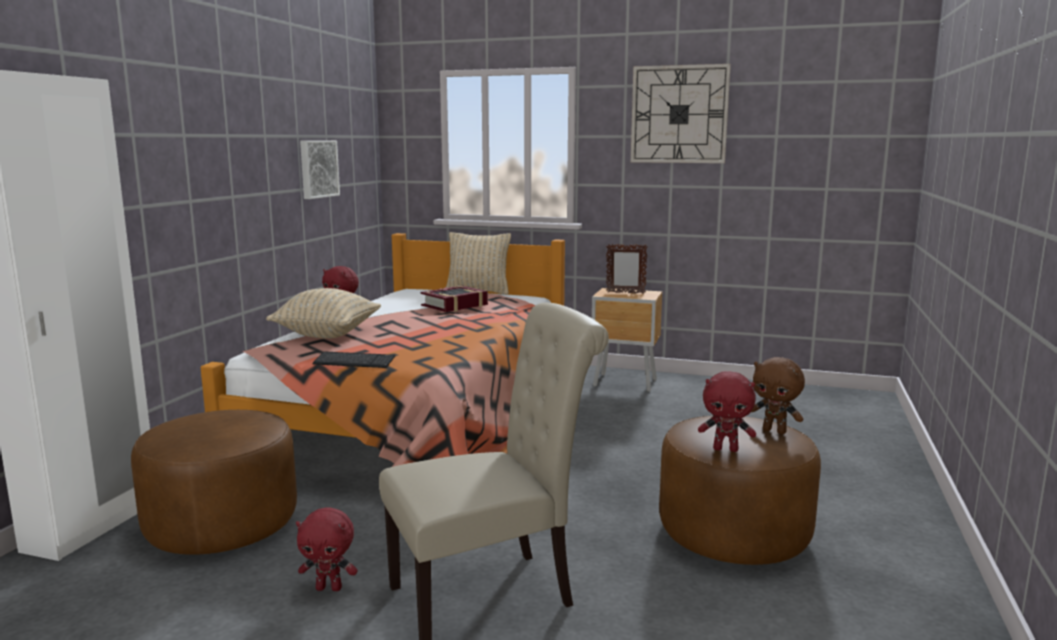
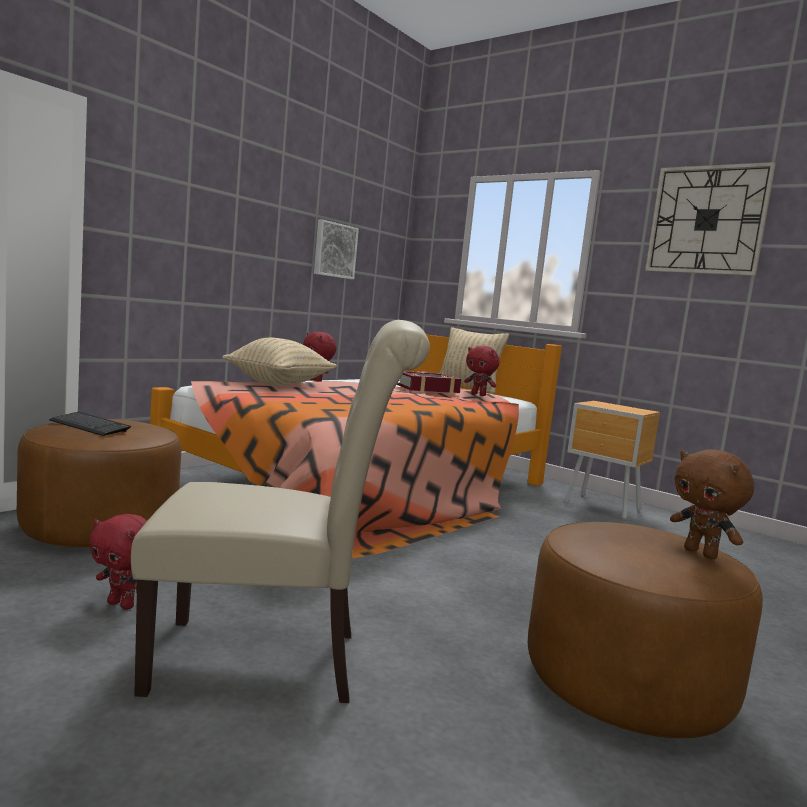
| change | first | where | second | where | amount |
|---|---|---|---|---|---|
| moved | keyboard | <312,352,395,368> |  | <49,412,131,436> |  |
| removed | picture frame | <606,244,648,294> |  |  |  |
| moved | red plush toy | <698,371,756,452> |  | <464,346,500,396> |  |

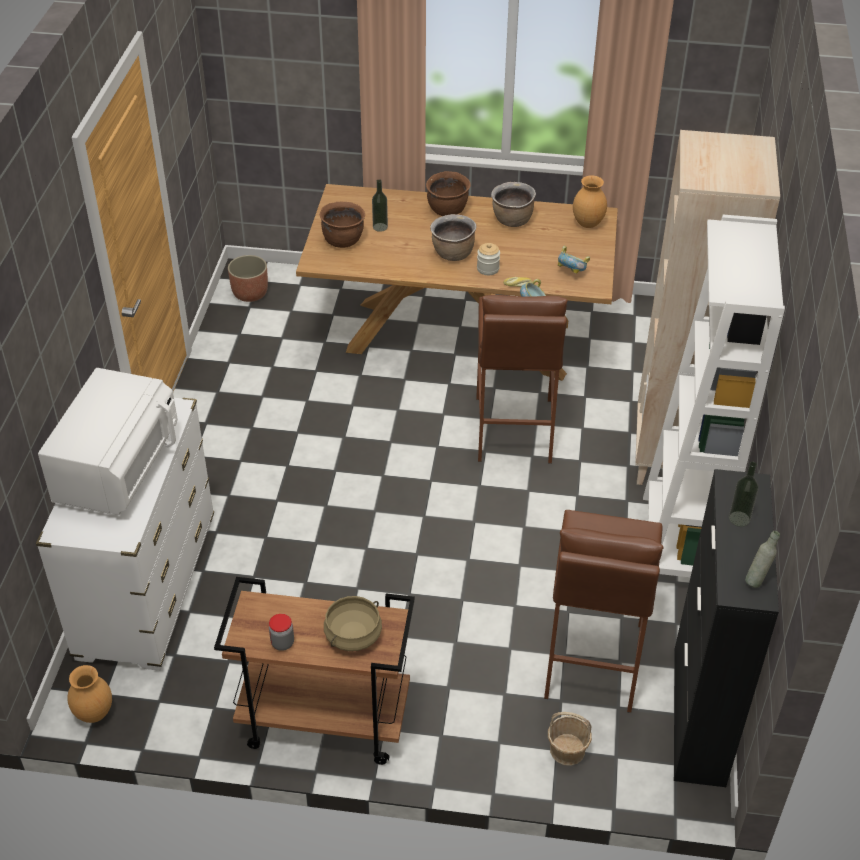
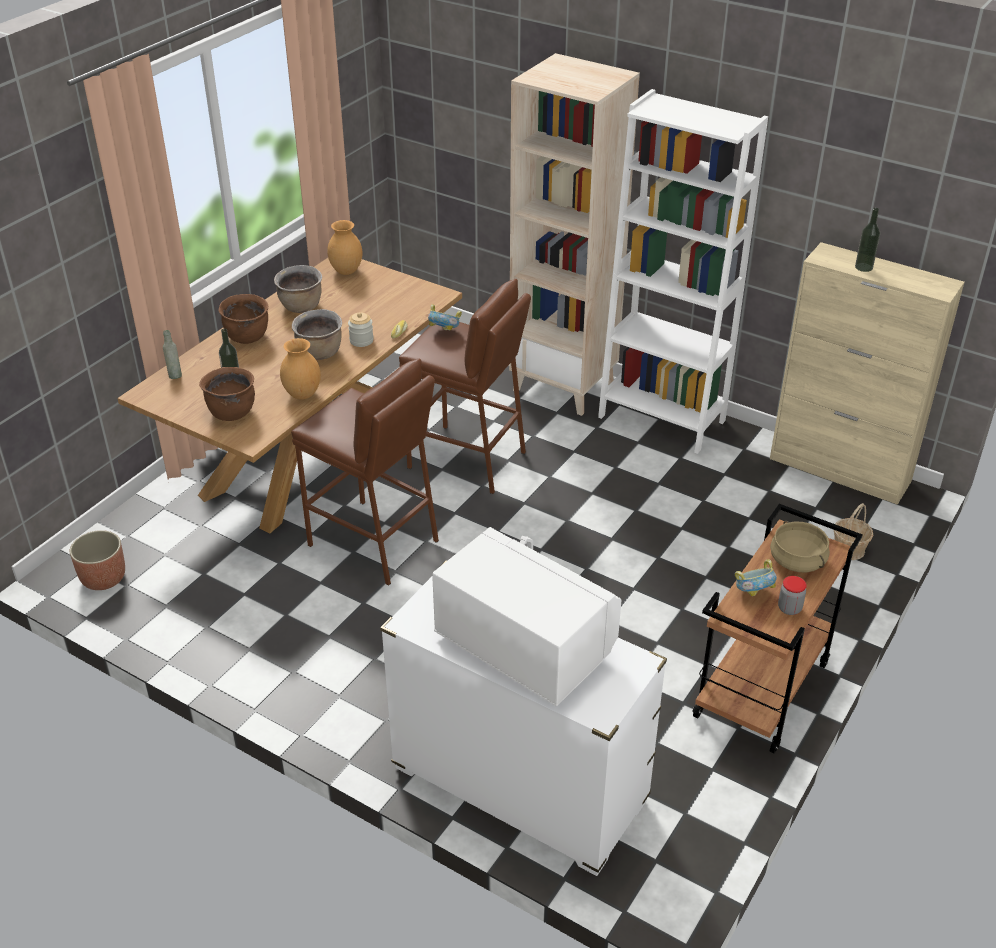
| change | first | where | second | where | amount |
|---|---|---|---|---|---|
| moved | brown vase | <68,665,112,723> |  | <280,338,321,400> |  |
| moved | brown stool | <544,510,663,713> |  | <291,358,439,586> |  |
| moved | bowl | <558,246,590,274> |  | <735,559,777,596> |  |
| recoloured | black cabinet | <674,469,779,787> | beige cabinet | <770,242,964,505> |  |
| moved | grey bottle | <745,531,780,588> |  | <163,330,182,379> |  |

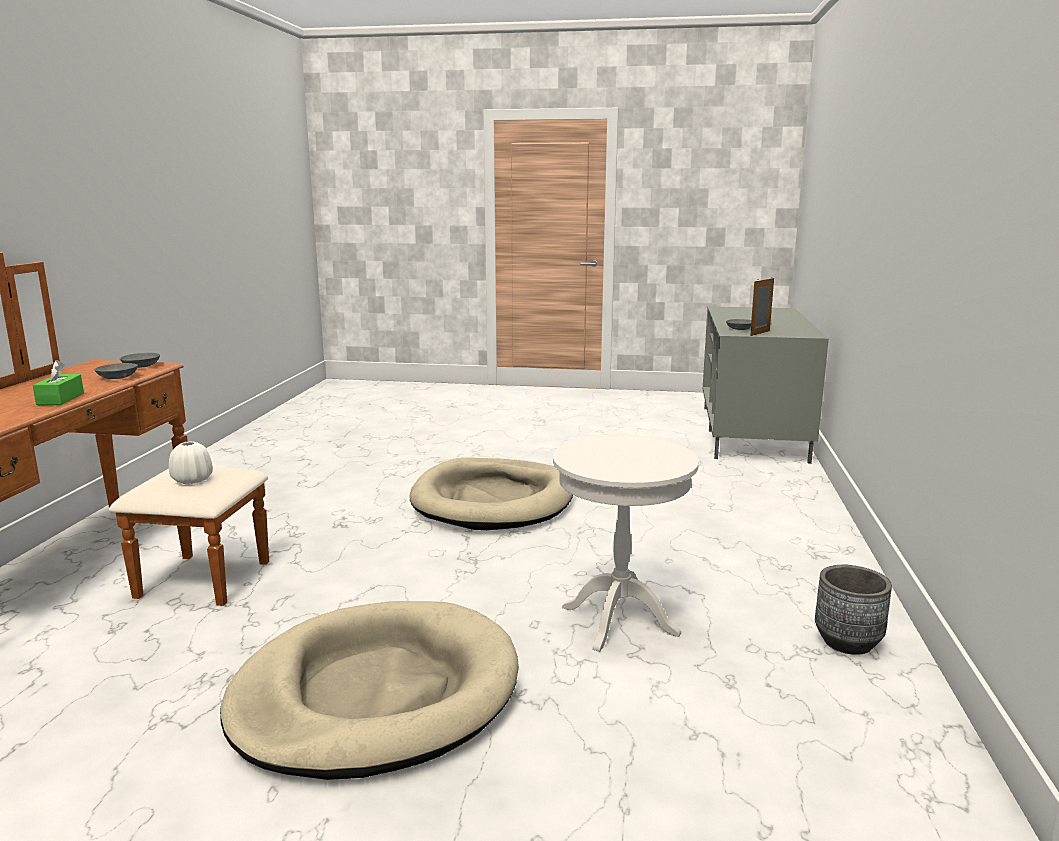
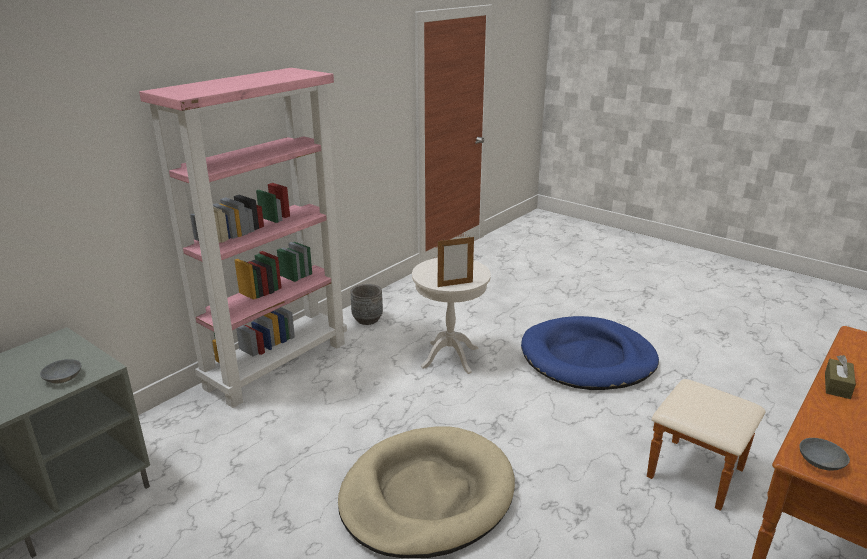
| change | first | where | second | where | amount |
|---|---|---|---|---|---|
| recoloured | green tissue box | <33,360,84,405> | brown tissue box | <825,355,856,399> |  |
| removed | grey bowl | <94,363,138,379> |  |  |  |
| removed | white vase | <169,441,213,484> |  |  |  |
| recoloured | beige dog bed | <220,601,519,780> | blue dog bed | <521,316,659,390> |  |
| moved | picture frame | <750,278,774,336> |  | <438,236,474,287> |  |
| added |  |  | pink bookcase | <139,68,347,408> |  |

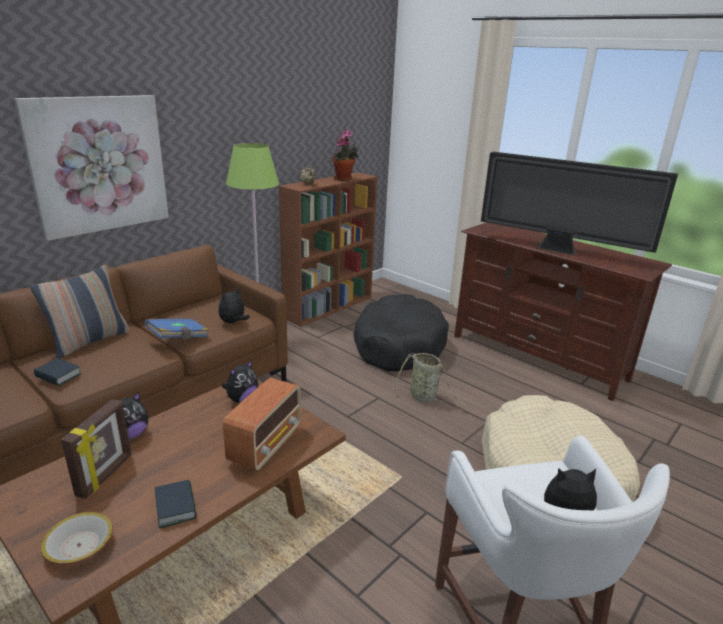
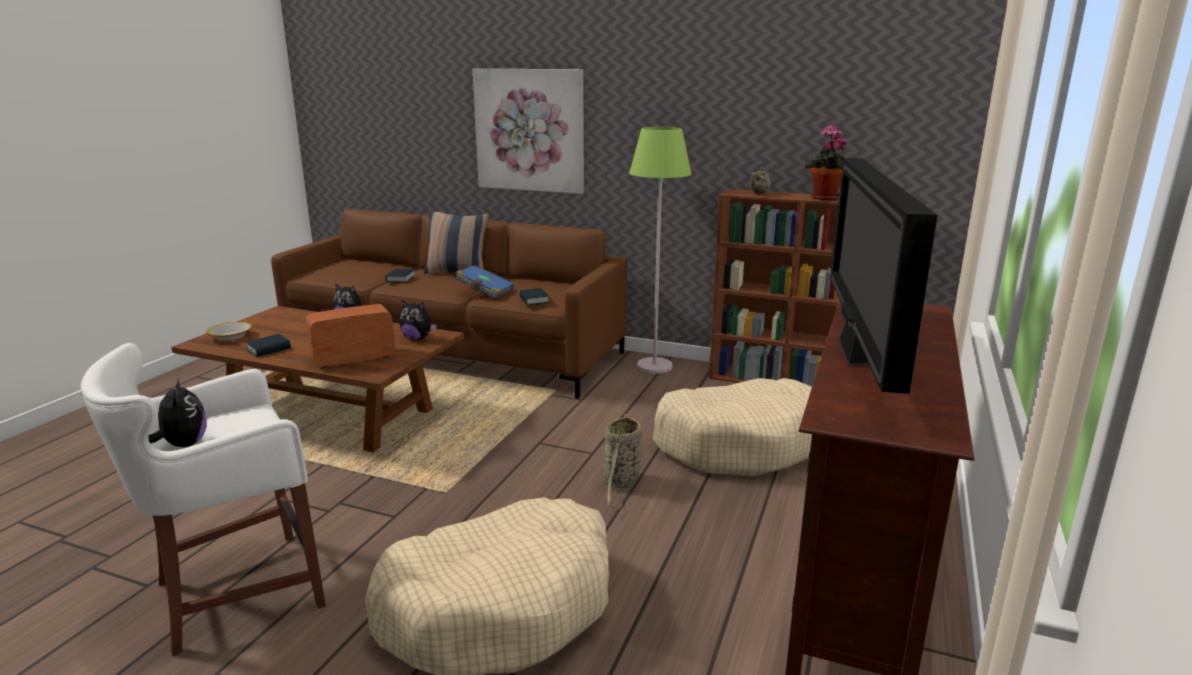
| change | first | where | second | where | amount |
|---|---|---|---|---|---|
| removed | picture frame | <61,399,132,499> |  |  |  |
| replaced | plush toy | <218,287,250,323> | book | <519,288,549,306> |  |
| turned | radio | <223,378,301,470> |  | <306,304,395,368> | 150 degrees clockwise |
| recoloured | black dog bed | <353,294,449,371> | beige dog bed | <653,378,812,477> |  |

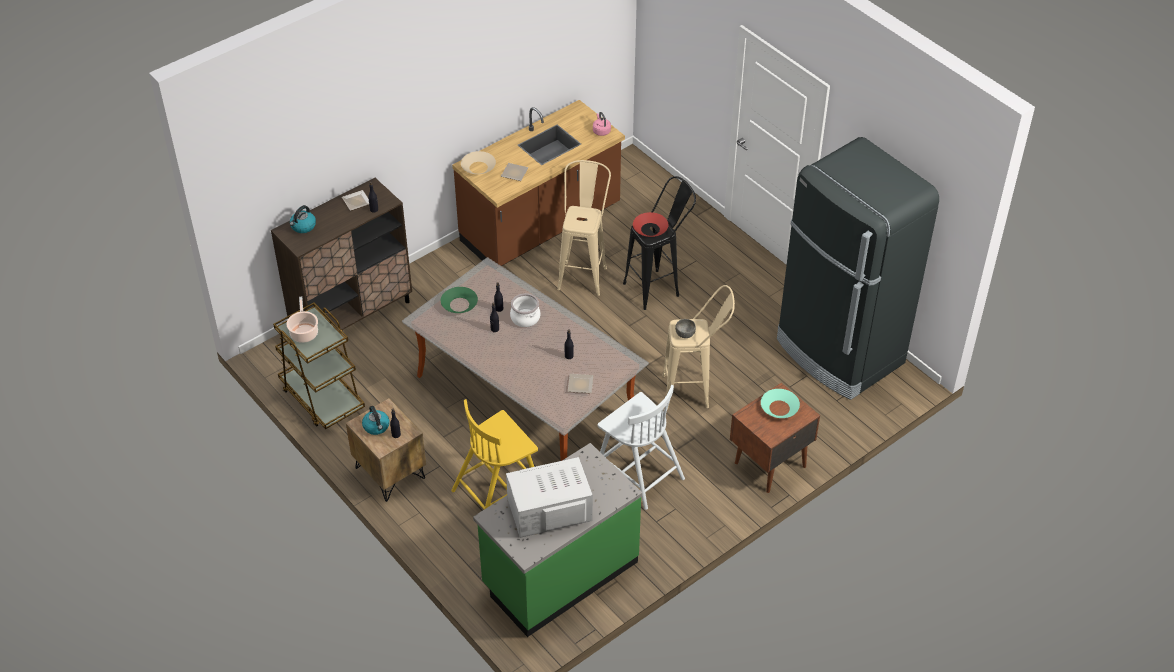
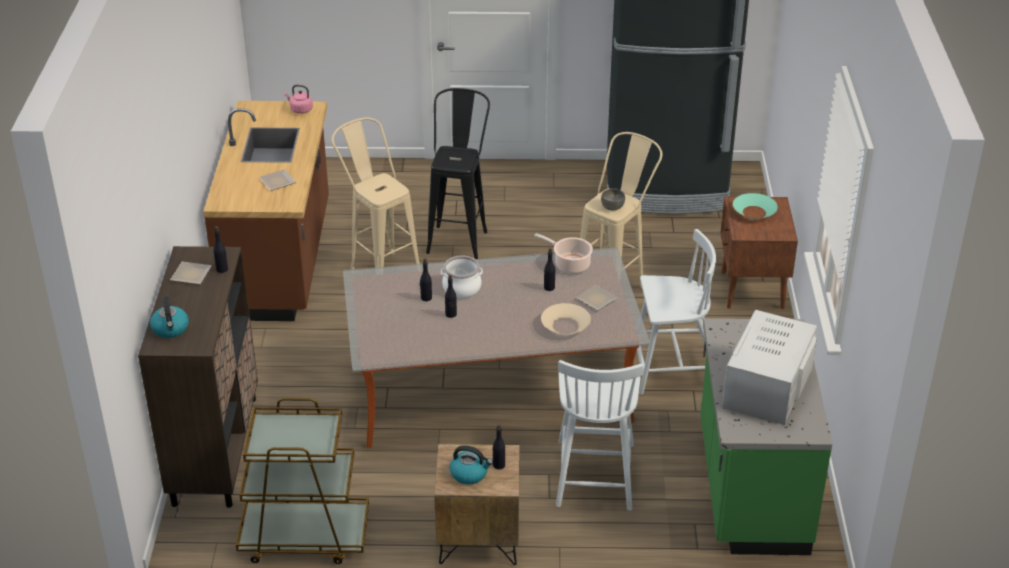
| change | first | where | second | where | amount |
|---|---|---|---|---|---|
| moved | cooking pot | <286,297,318,343> |  | <534,233,593,274> |  |
| removed | green bowl | <441,287,478,313> |  |  |  |
| recoloured | yellow chair | <451,399,538,509> | white chair | <556,360,643,511> |  |
| moved | beige bowl | <461,151,496,174> |  | <541,303,591,334> |  |
| removed | red bowl | <633,212,668,237> |  |  |  |

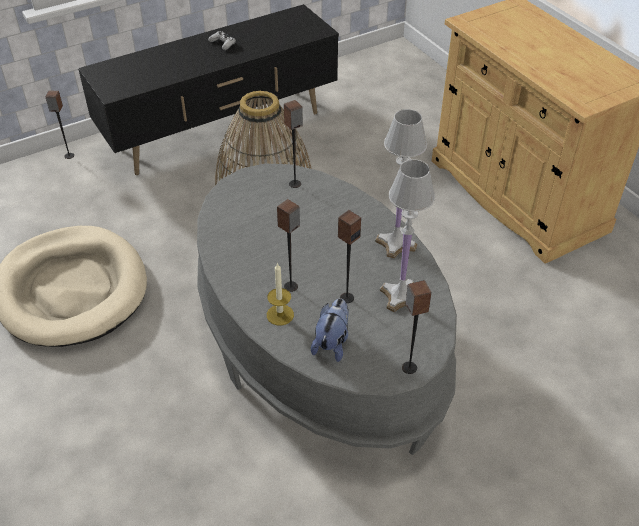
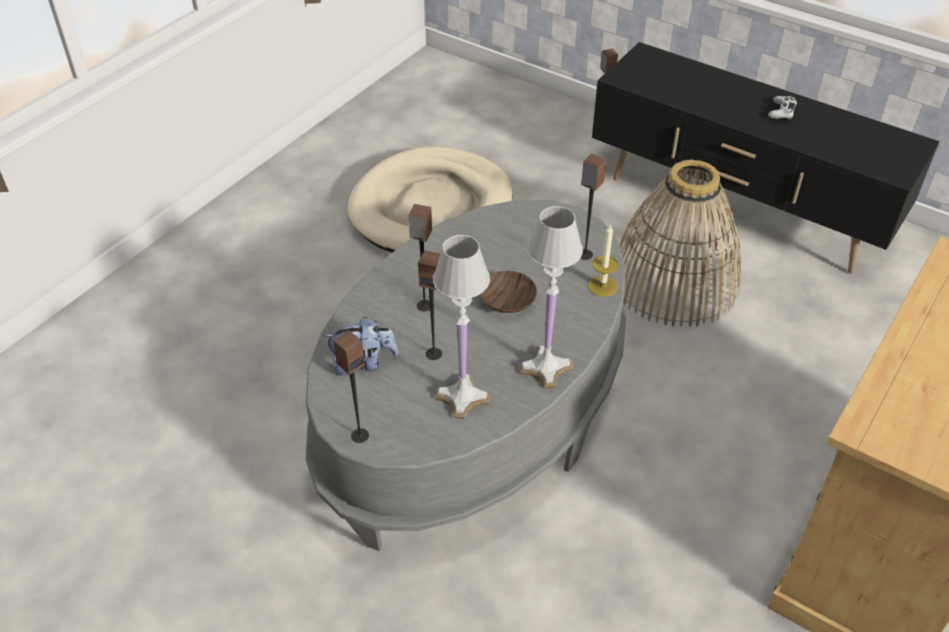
| change | first | where | second | where | amount |
|---|---|---|---|---|---|
| moved | candle | <267,263,294,326> |  | <588,224,619,297> |  |
| added |  |  | brown bowl | <480,271,537,313> |  |

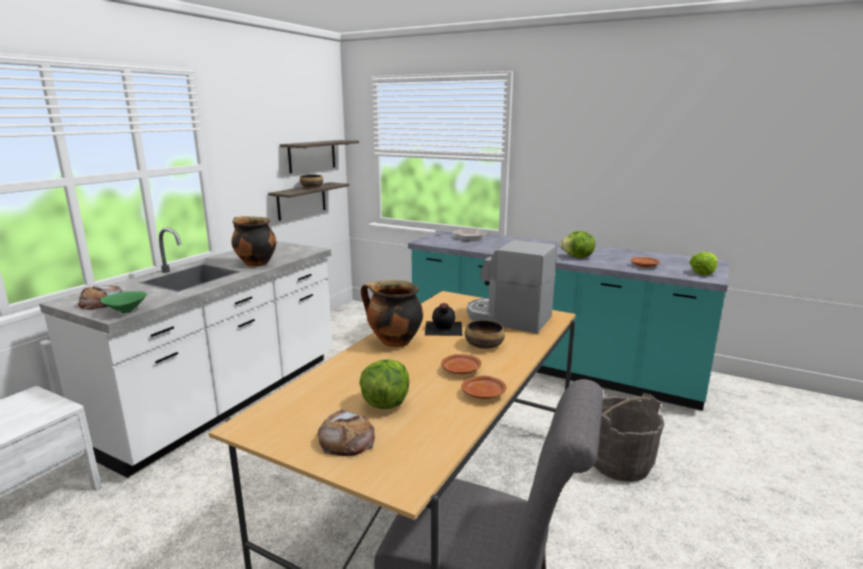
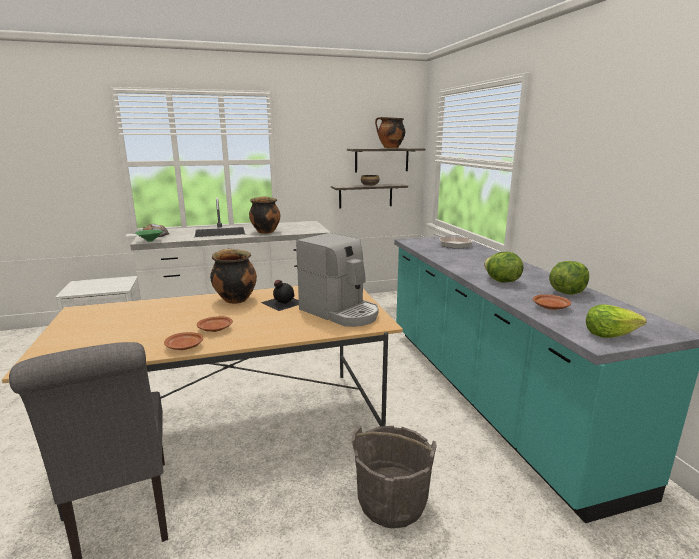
| change | first | where | second | where | amount |
|---|---|---|---|---|---|
| removed | bread | <317,409,375,456> |  |  |  |
| moved | lettuce | <360,359,409,409> |  | <549,261,589,295> |  |
| removed | bowl | <465,320,505,349> |  |  |  |
| turned | coffee machine | <467,240,557,333> |  | <296,233,379,327> | 150 degrees clockwise |
| added |  |  | cooking pot | <375,117,405,148> |  |

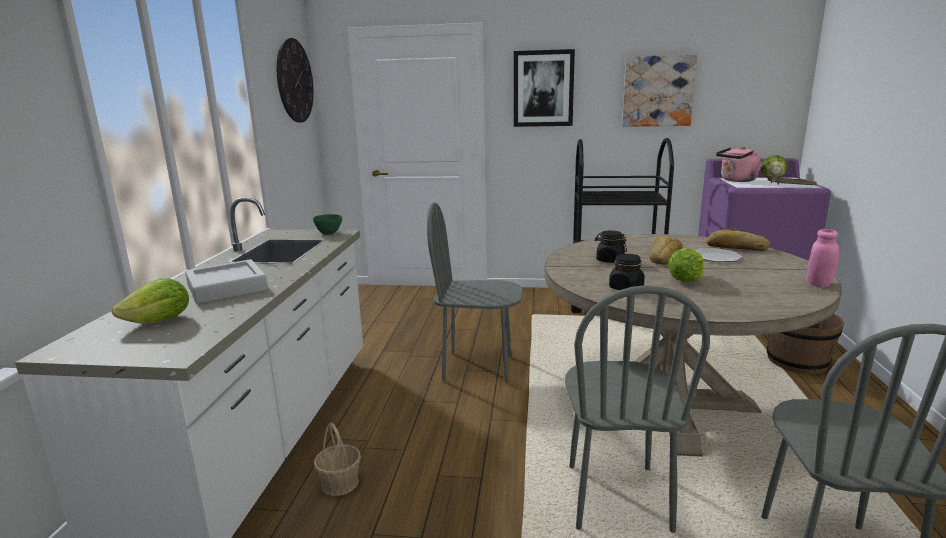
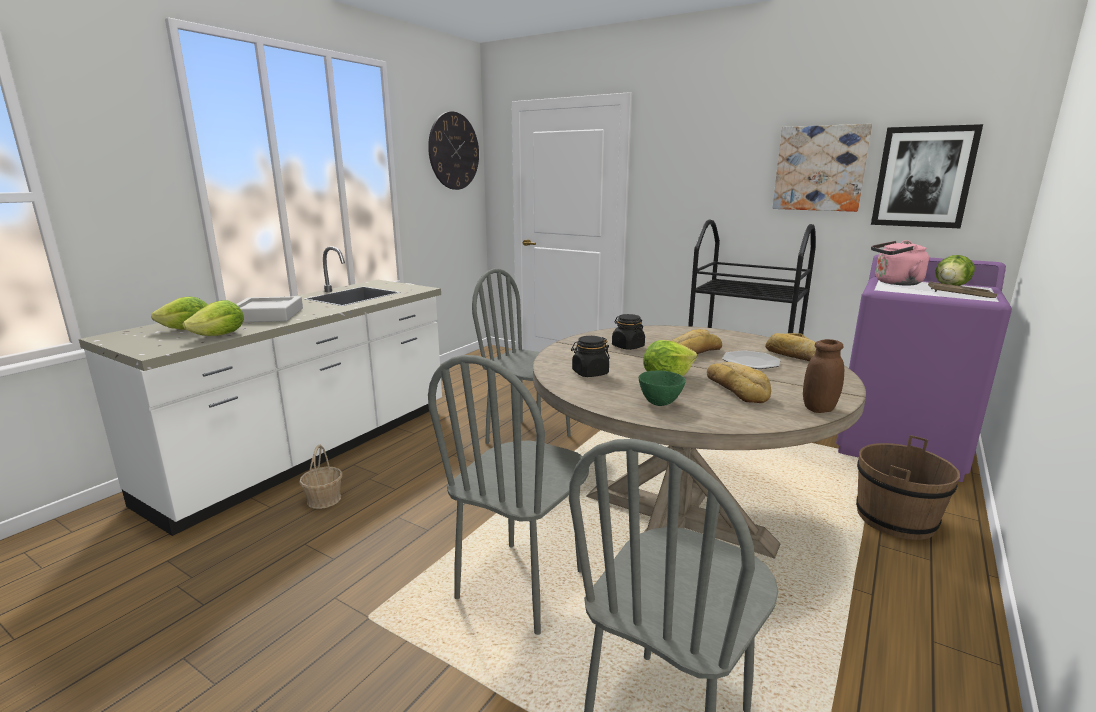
| change | first | where | second | where | amount |
|---|---|---|---|---|---|
| moved | green bowl | <313,214,342,235> |  | <639,370,686,406> |  |
| moved | picture | <514,49,575,127> |  | <871,124,983,228> |  |
| recoloured | pink jar | <807,229,839,287> | brown jar | <803,339,844,413> |  |
| added |  |  | lettuce | <183,300,244,336> |  |
| added |  |  | bread | <707,362,771,403> |  |

